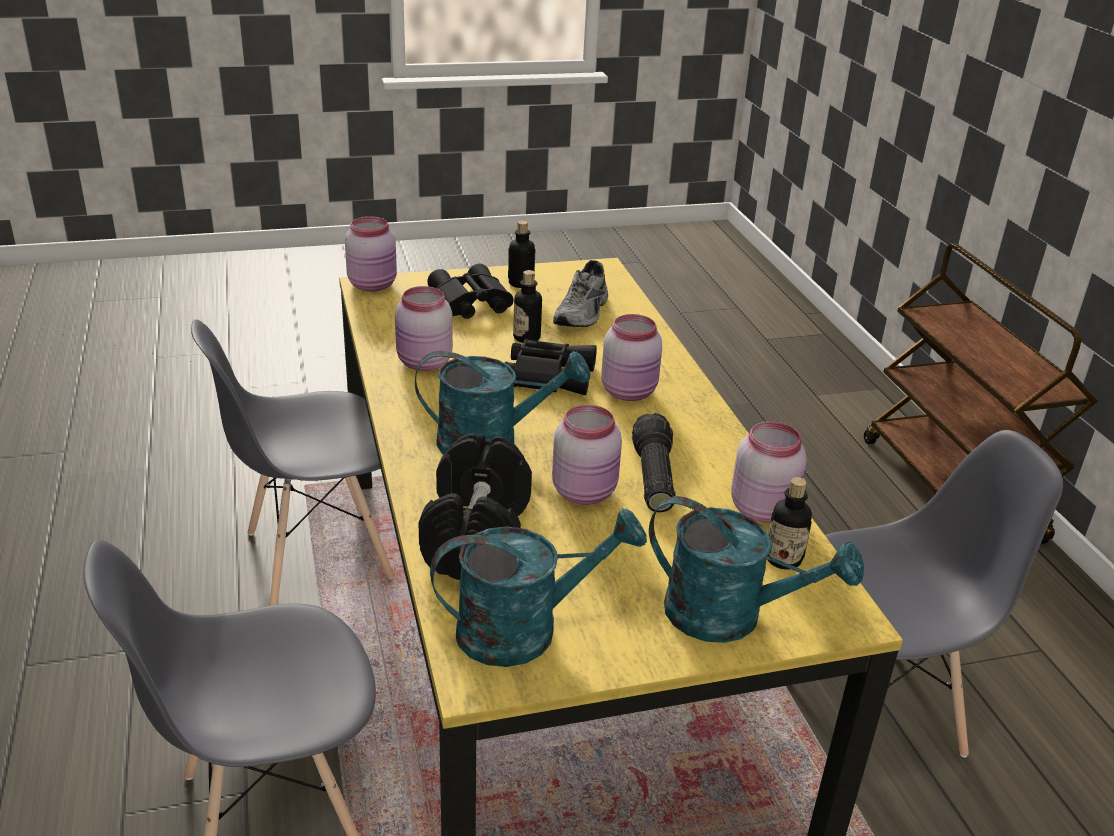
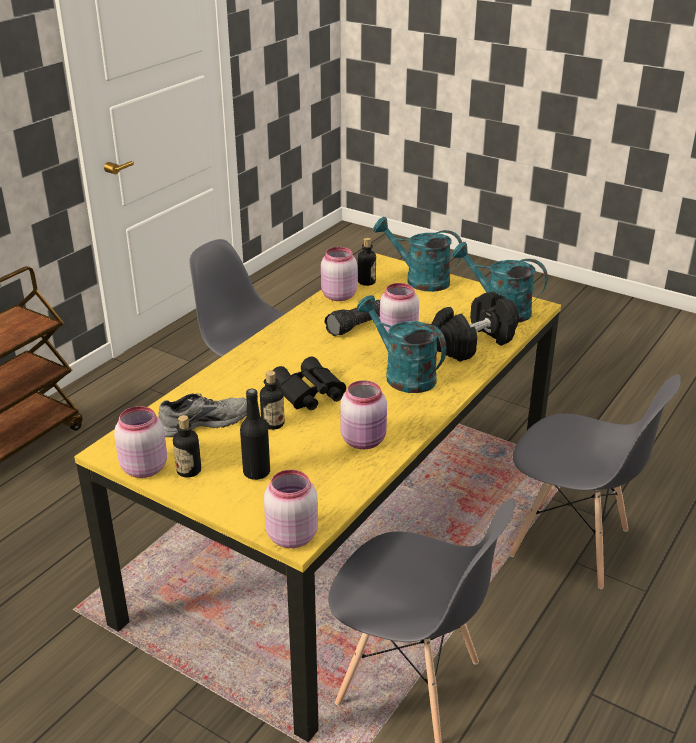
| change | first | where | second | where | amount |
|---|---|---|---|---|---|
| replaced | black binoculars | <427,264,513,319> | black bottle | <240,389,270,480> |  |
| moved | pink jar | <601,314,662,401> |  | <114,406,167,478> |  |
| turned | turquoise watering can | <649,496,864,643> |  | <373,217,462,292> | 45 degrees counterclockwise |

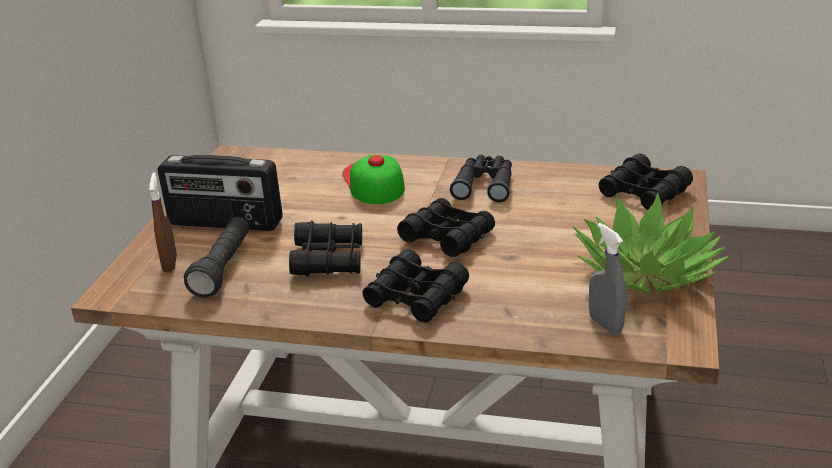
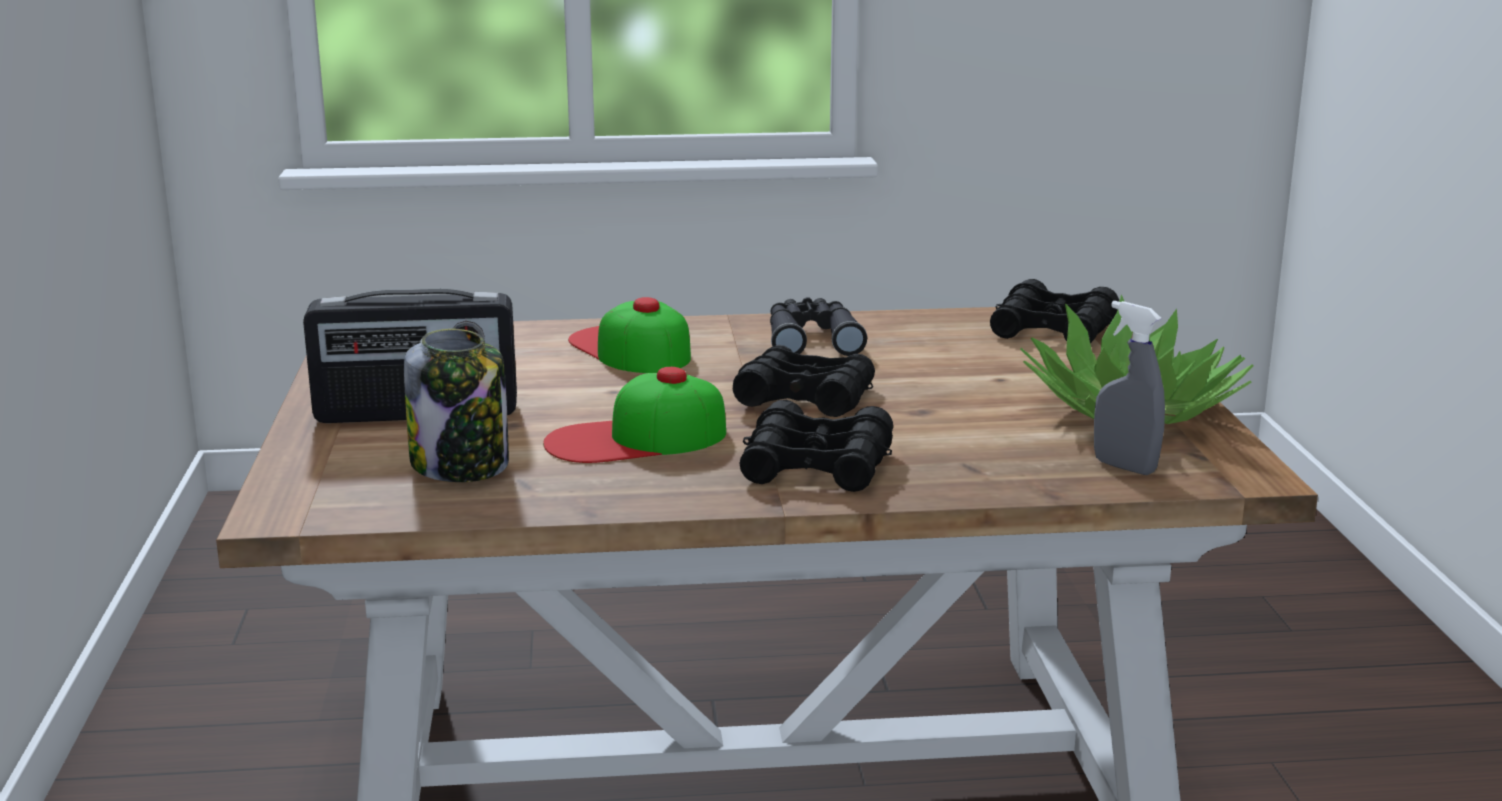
| change | first | where | second | where | amount |
|---|---|---|---|---|---|
| removed | brown spray bottle | <149,172,177,272> |  |  |  |
| replaced | black flashlight | <184,217,249,298> | jar | <404,329,509,482> |  |
| replaced | black binoculars | <289,221,362,277> | cap | <543,367,726,463> |  |

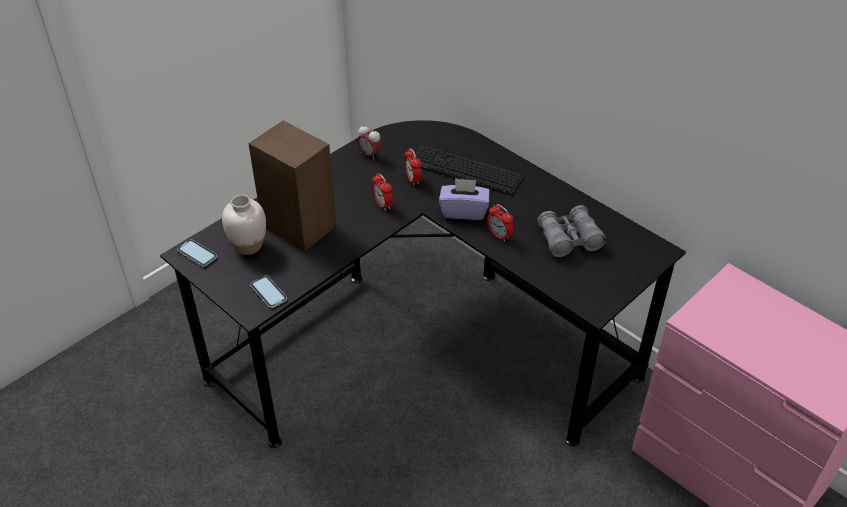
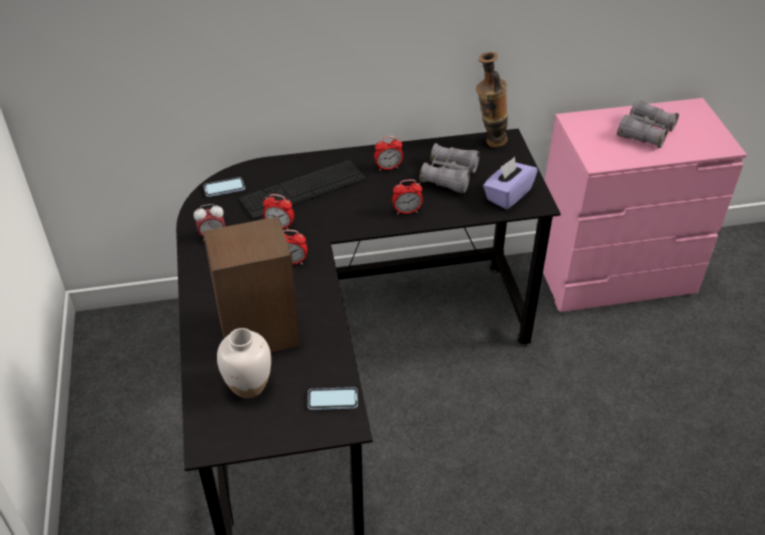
| change | first | where | second | where | amount |
|---|---|---|---|---|---|
| moved | phone | <177,239,217,267> |  | <203,177,245,197> |  |
| moved | purple tissue box | <439,178,489,220> |  | <483,157,538,209> |  |
| added |  |  | alarm clock | <374,136,403,171> |  |
| added |  |  | vase | <476,52,508,147> |  |
| added |  |  | grey binoculars | <617,99,679,148> |  |

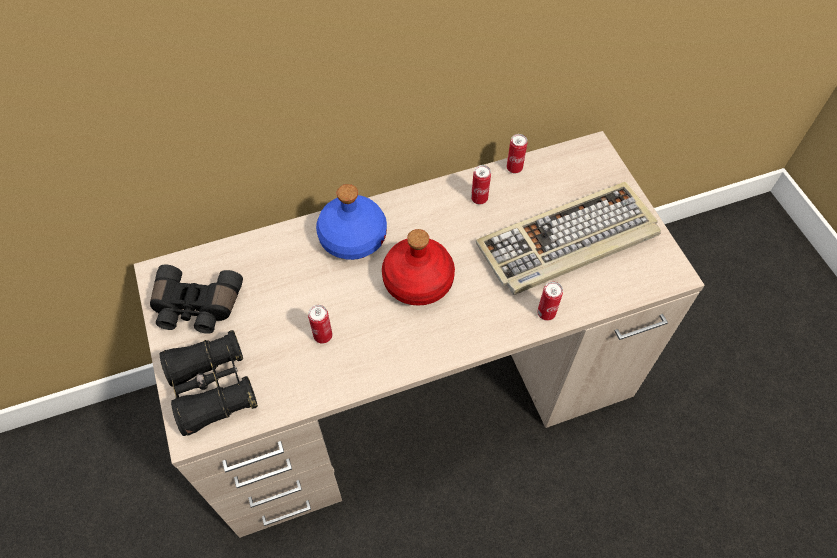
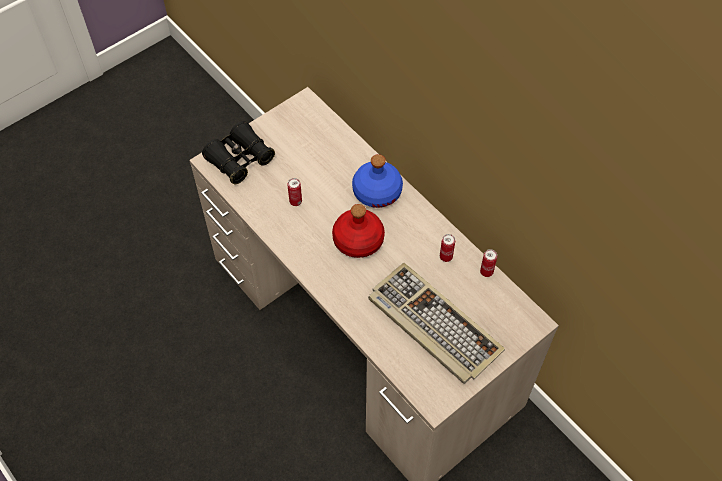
| change | first | where | second | where | amount |
|---|---|---|---|---|---|
| removed | black binoculars | <150,264,243,334> |  |  |  |
| removed | can | <537,282,563,321> |  |  |  |

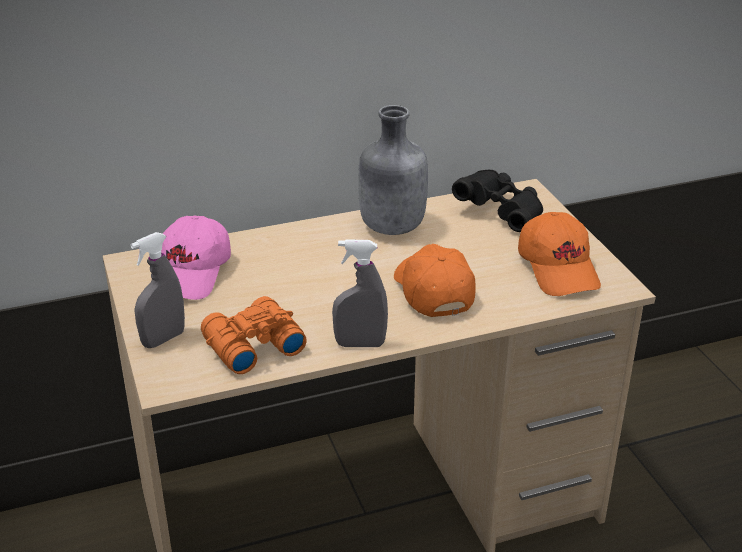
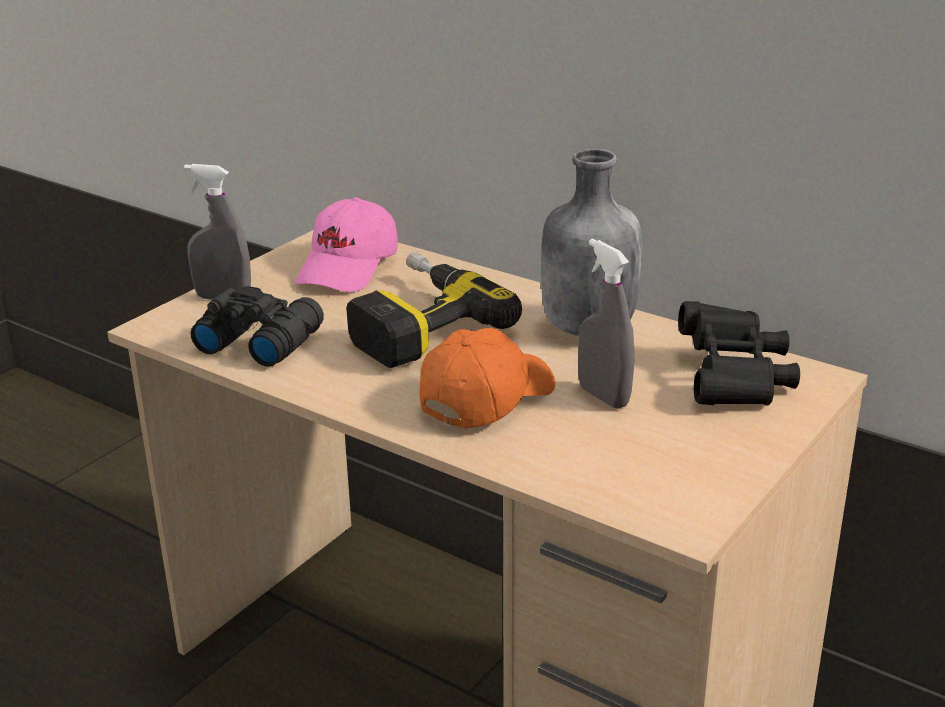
| change | first | where | second | where | amount |
|---|---|---|---|---|---|
| turned | pink cap | <161,216,231,300> |  | <296,197,398,292> | 45 degrees counterclockwise |
| recoloured | orange binoculars | <201,296,307,374> | black binoculars | <191,286,324,367> |  |
| moved | grey spray bottle | <332,239,388,347> |  | <578,238,634,409> |  |
| removed | orange cap | <518,212,601,296> |  |  |  |
| added |  |  | power drill | <346,252,522,368> |  |

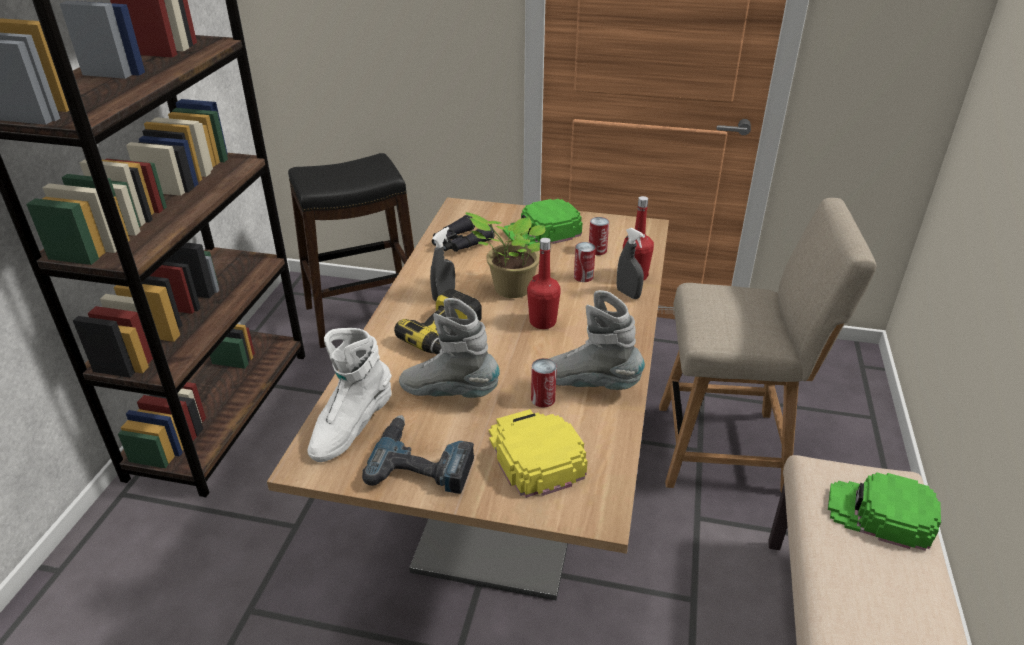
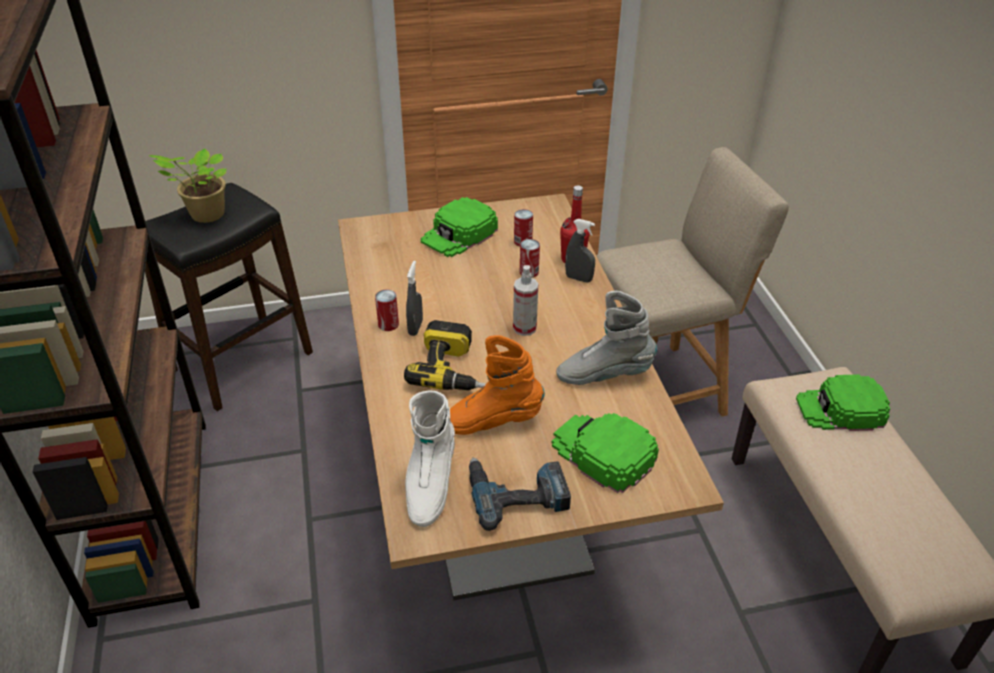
| change | first | where | second | where | amount |
|---|---|---|---|---|---|
| recoloured | grey boot | <399,298,500,398> | orange boot | <450,335,545,435> |  |
| removed | black binoculars | <432,215,495,252> |  |  |  |
| moved | potted plant | <465,212,545,298> |  | <149,148,227,223> |  |
| recoloured | yellow cap | <489,409,588,498> | green cap | <552,413,659,493> |  |
| replaced | red bottle | <527,238,561,329> | spray bottle | <513,265,538,336> |  |
| moved | can | <531,358,557,408> |  | <375,290,399,331> |  |

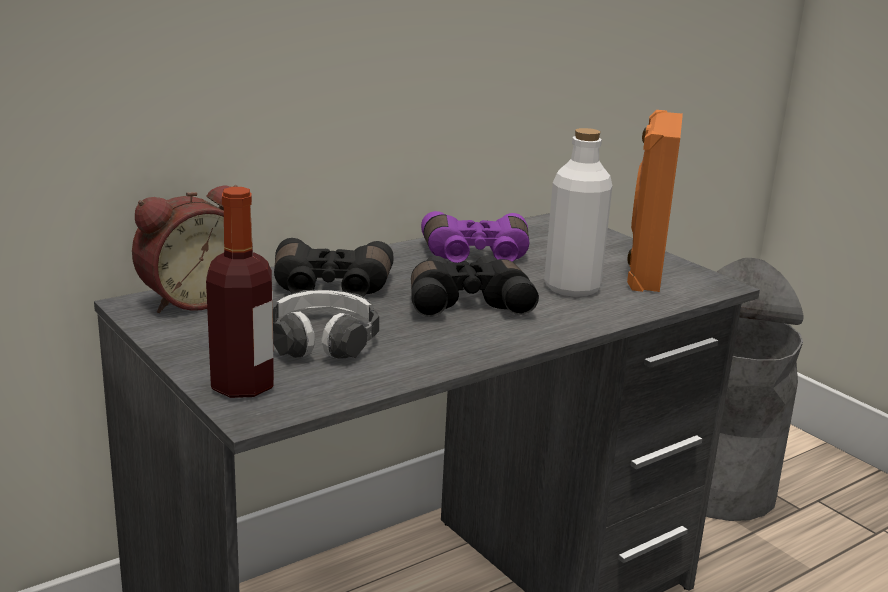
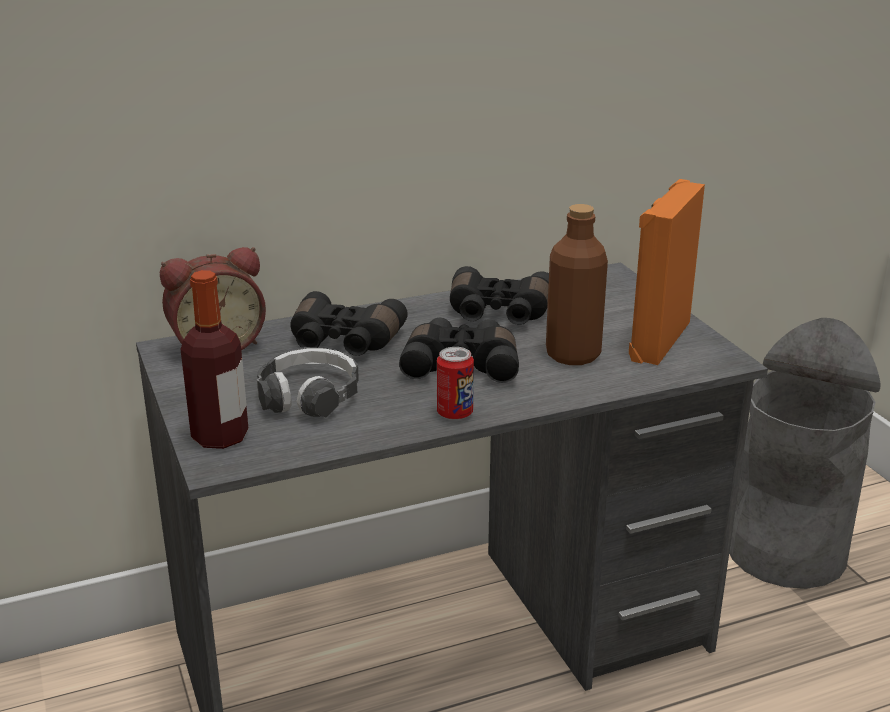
| change | first | where | second | where | amount |
|---|---|---|---|---|---|
| recoloured | purple binoculars | <421,211,529,263> | black binoculars | <450,266,549,325> |  |
| recoloured | white bottle | <544,128,612,297> | brown bottle | <546,204,608,365> |  |
| added |  |  | can | <437,347,474,420> |  |

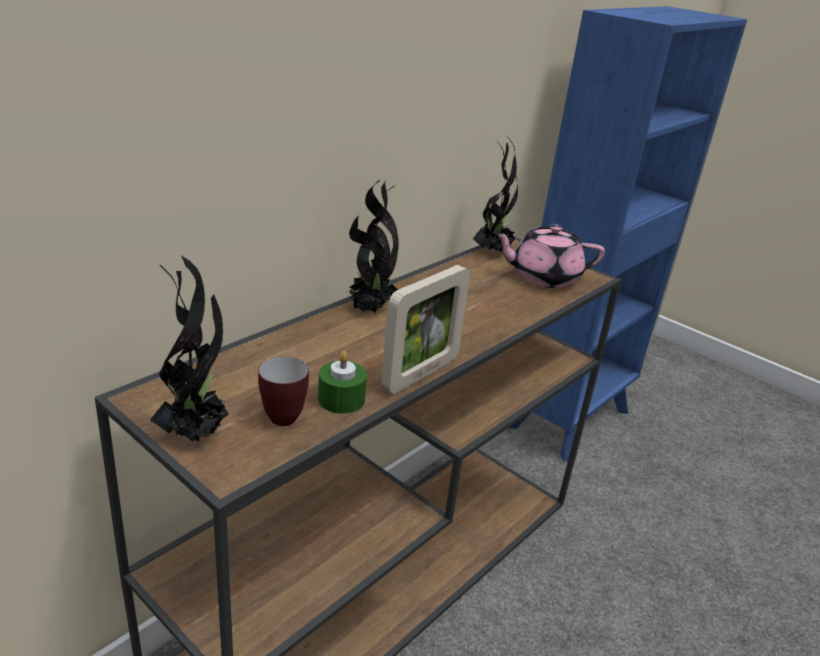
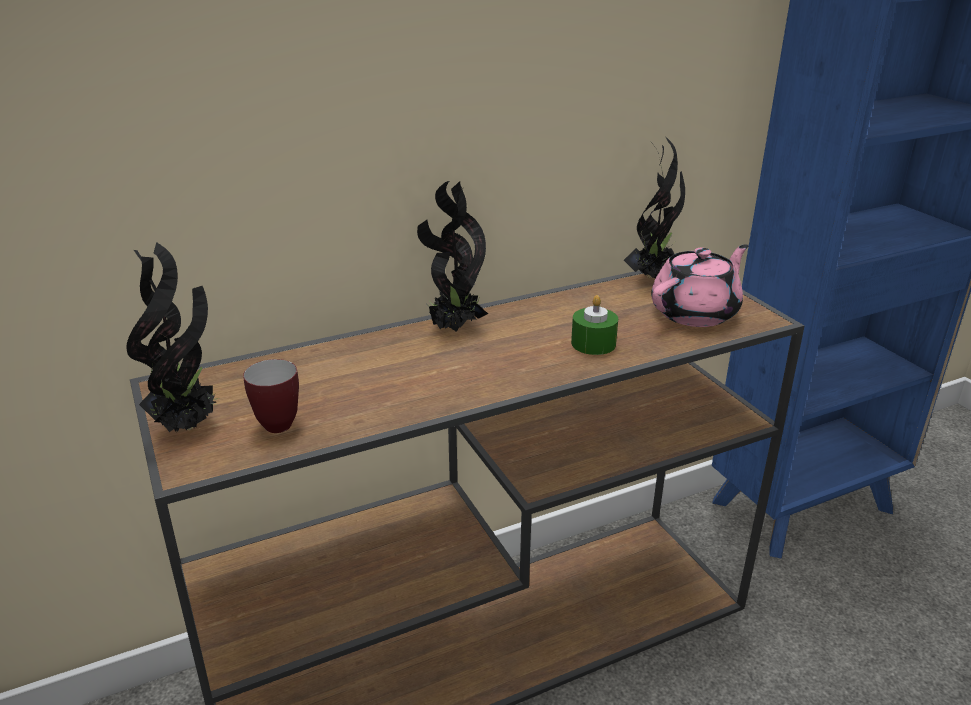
| change | first | where | second | where | amount |
|---|---|---|---|---|---|
| moved | green candle | <318,351,367,414> |  | <571,295,618,355> |  |
| removed | picture frame | <381,265,470,394> |  |  |  |
| turned | pink teapot | <493,224,605,288> |  | <651,244,748,327> | 120 degrees clockwise |

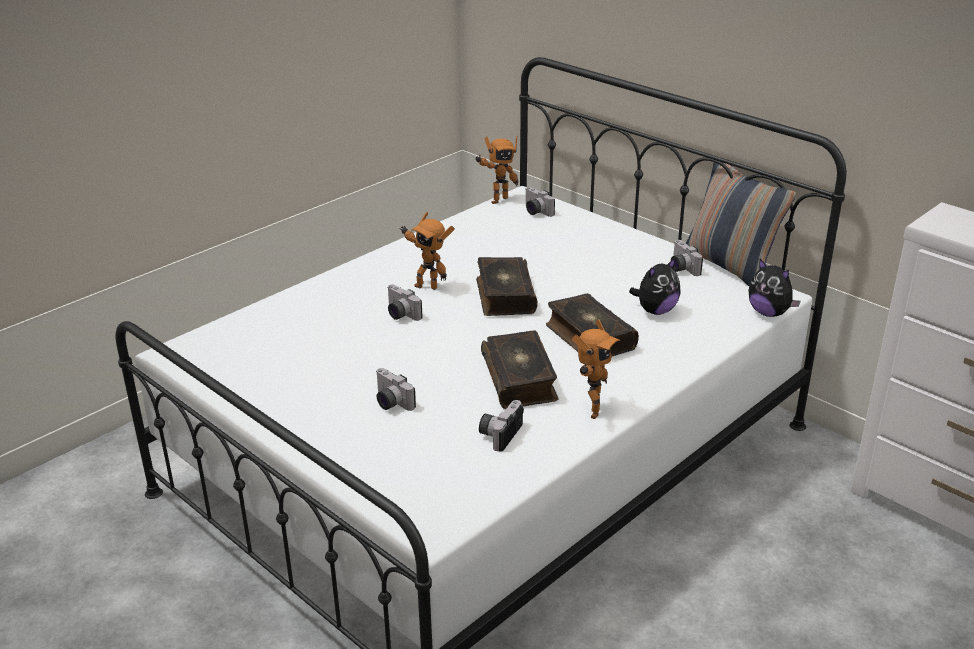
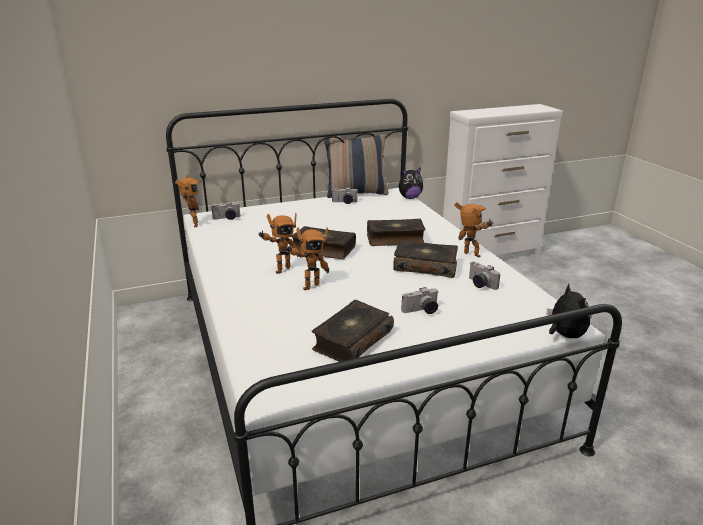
| change | first | where | second | where | amount |
|---|---|---|---|---|---|
| replaced | photo camera | <387,284,423,321> | toy robot | <285,227,329,290> |  |
| moved | plush toy | <629,258,681,315> |  | <547,284,590,338> |  |
| added |  |  | book | <312,300,394,362> |  |

